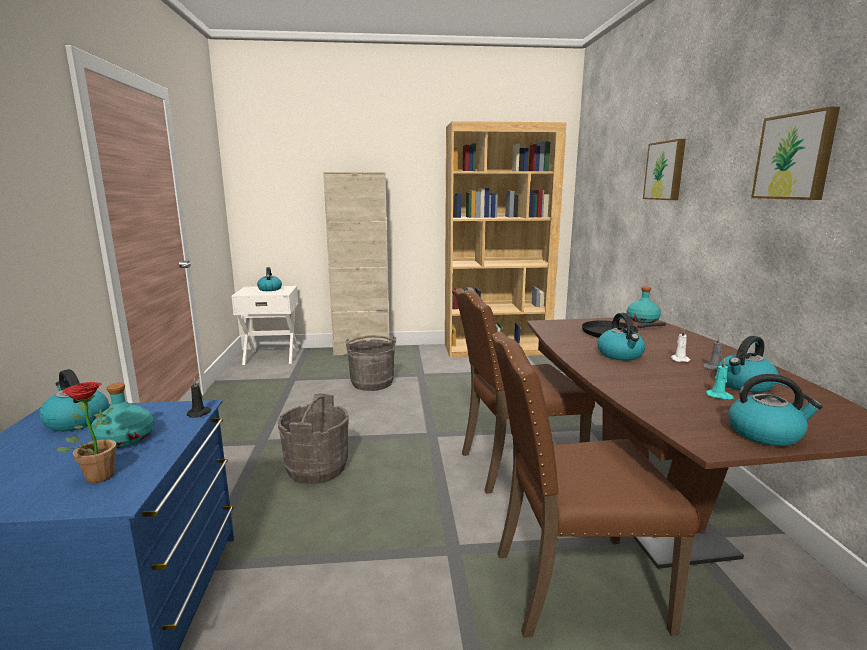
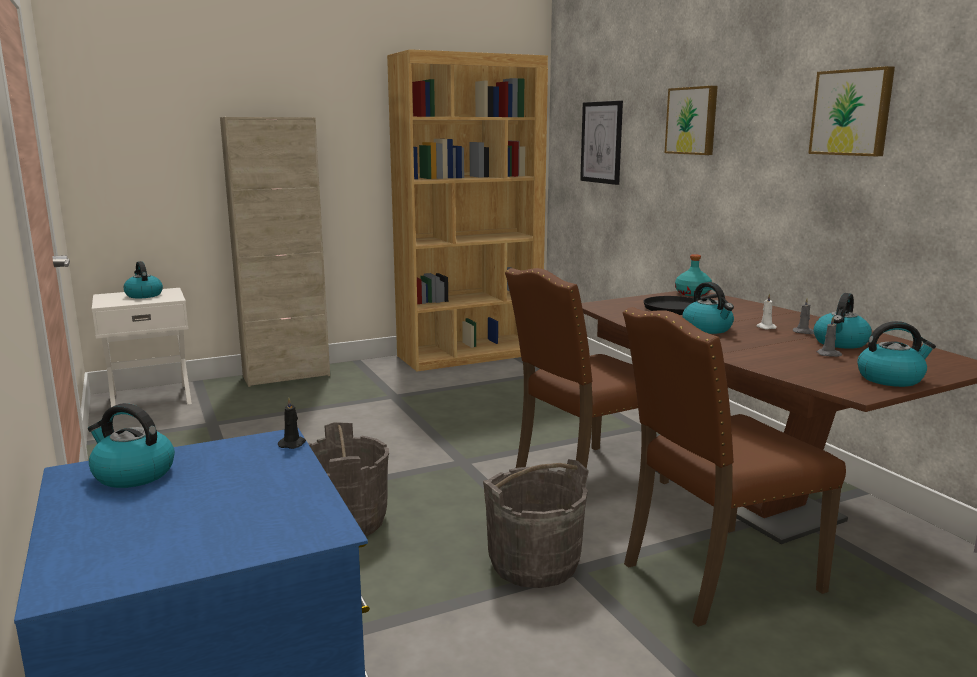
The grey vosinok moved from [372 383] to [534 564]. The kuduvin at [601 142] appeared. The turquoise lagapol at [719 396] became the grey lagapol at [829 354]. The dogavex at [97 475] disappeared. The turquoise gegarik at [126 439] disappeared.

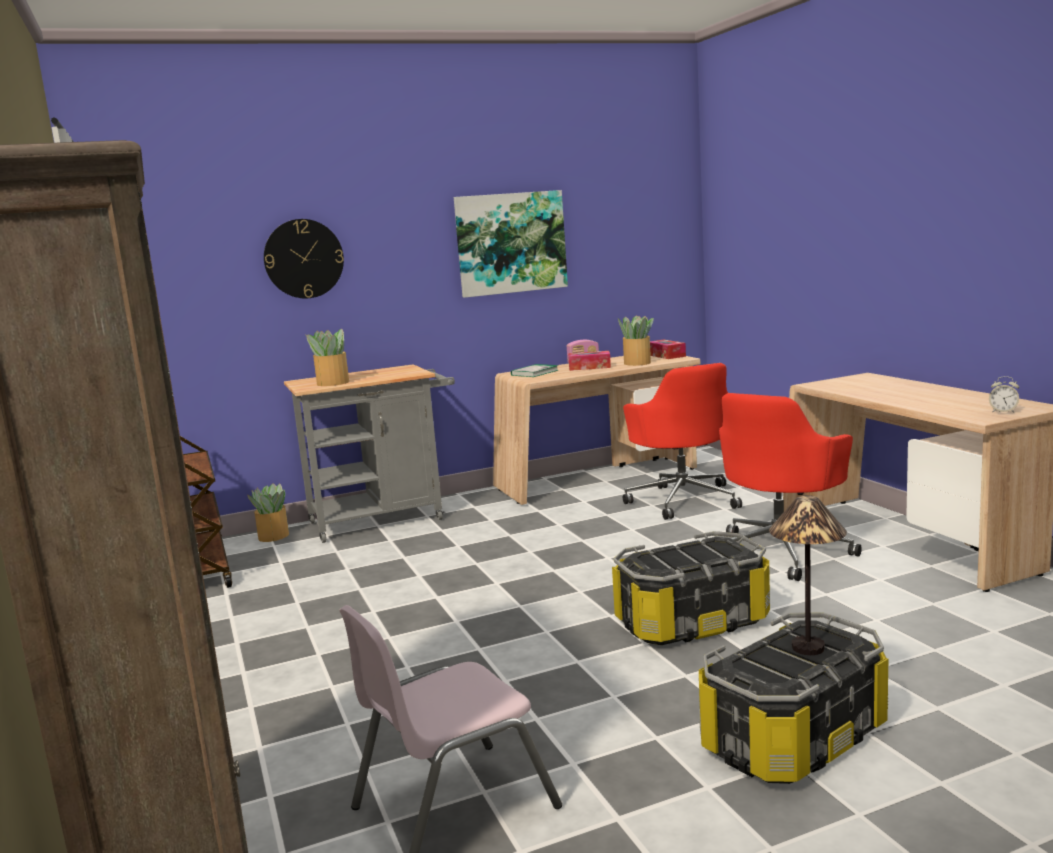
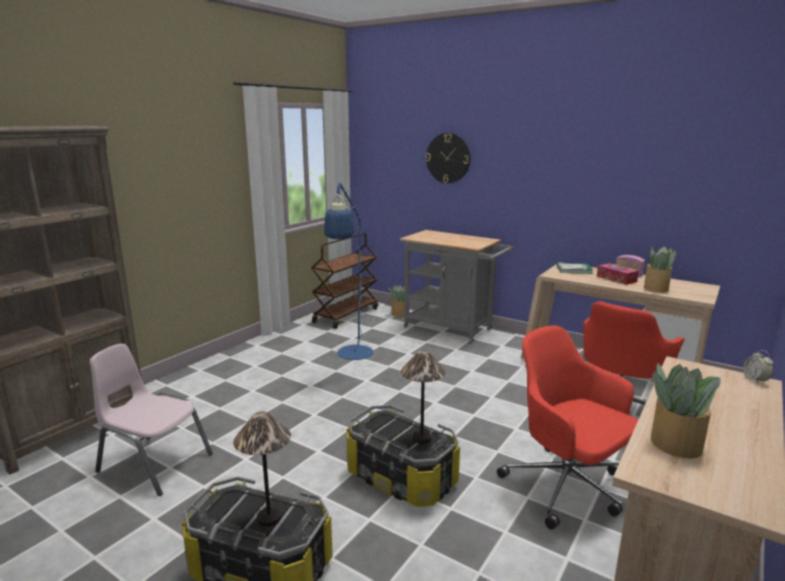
The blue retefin at [353 356] appeared. The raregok at [421 438] appeared. The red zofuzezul at [781 552] turned 45 degrees clockwise. The dogavex moved from [332 383] to [675 444]. The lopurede moved from [1003 411] to [755 380]. The kuduvin at [511 243] disappeared. The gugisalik at [666 355] disappeared.

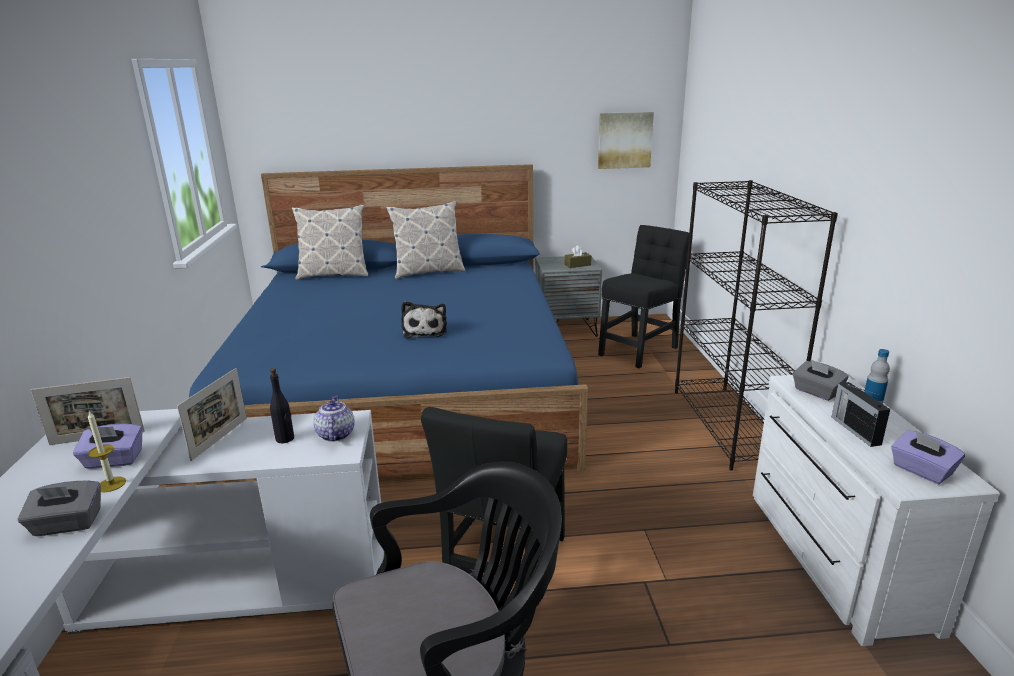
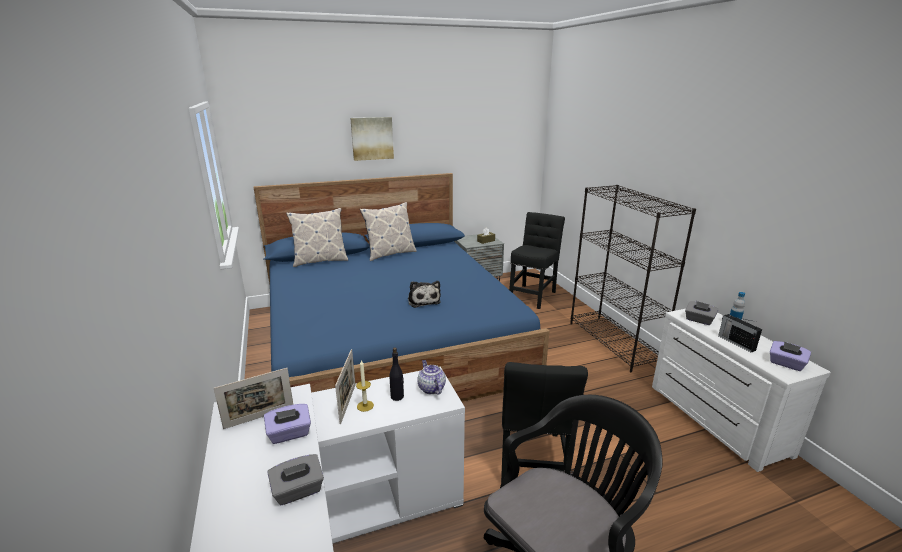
The kuduvin moved from [624 140] to [372 138]. The lagapol moved from [111 484] to [365 406].

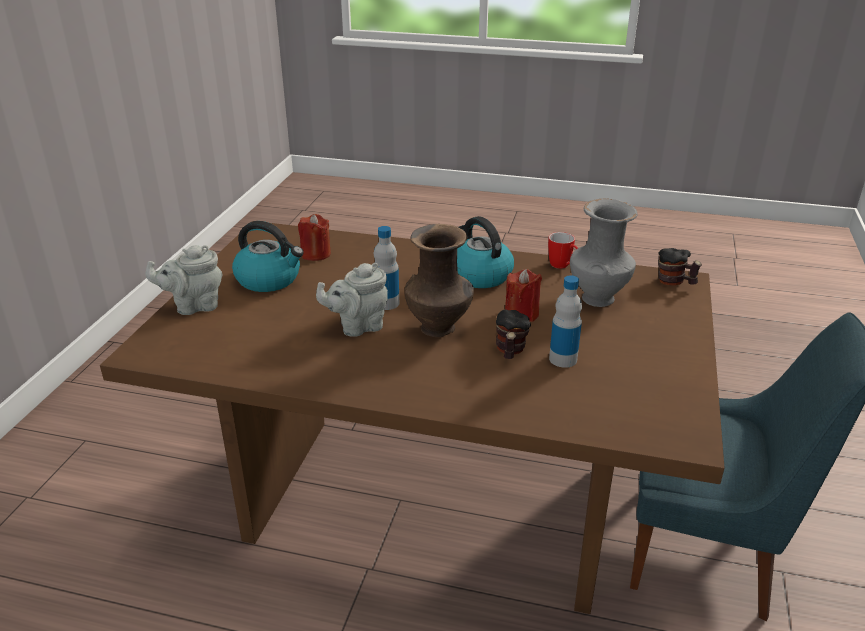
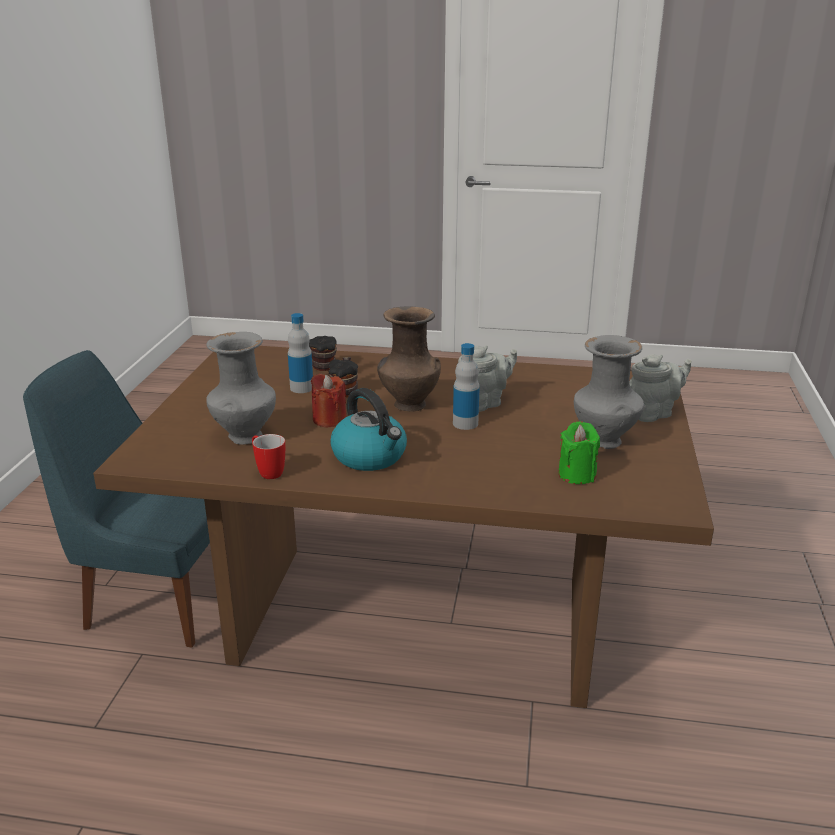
The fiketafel moved from [674 283] to [320 366]. The red lagapol at [315 254] became the green lagapol at [577 475]. The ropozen at [269 279] was replaced by the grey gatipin at [604 442].

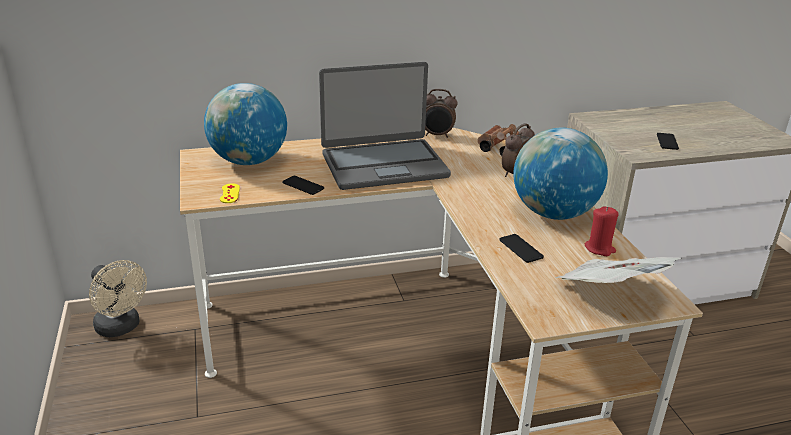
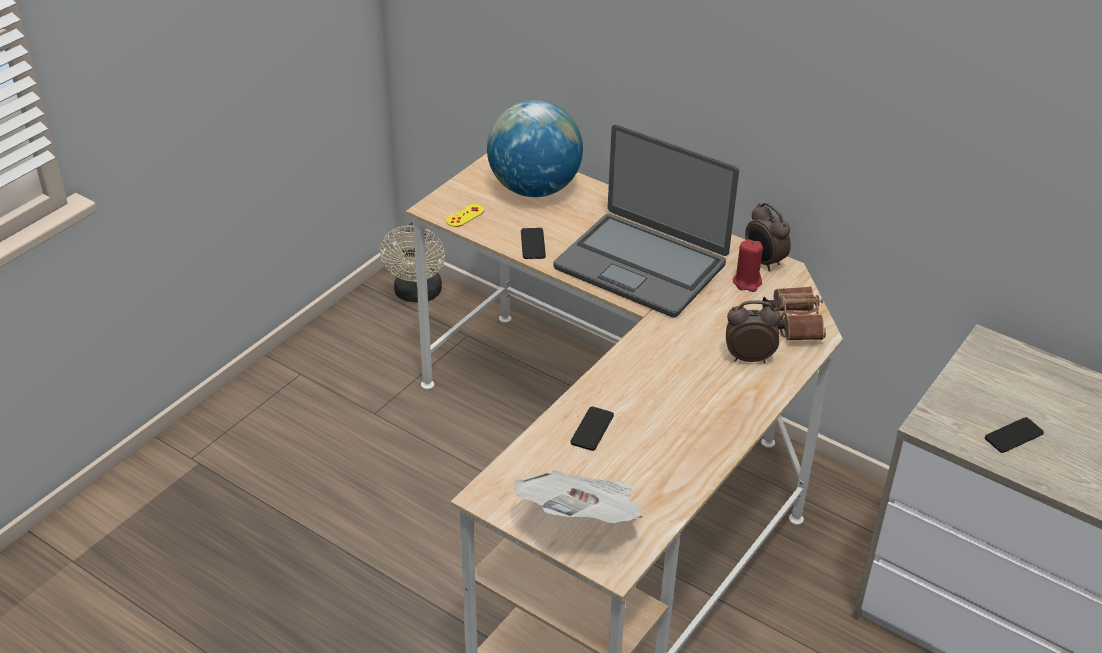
The red lagapol moved from [599 249] to [747 282]. The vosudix at [553 213] disappeared.

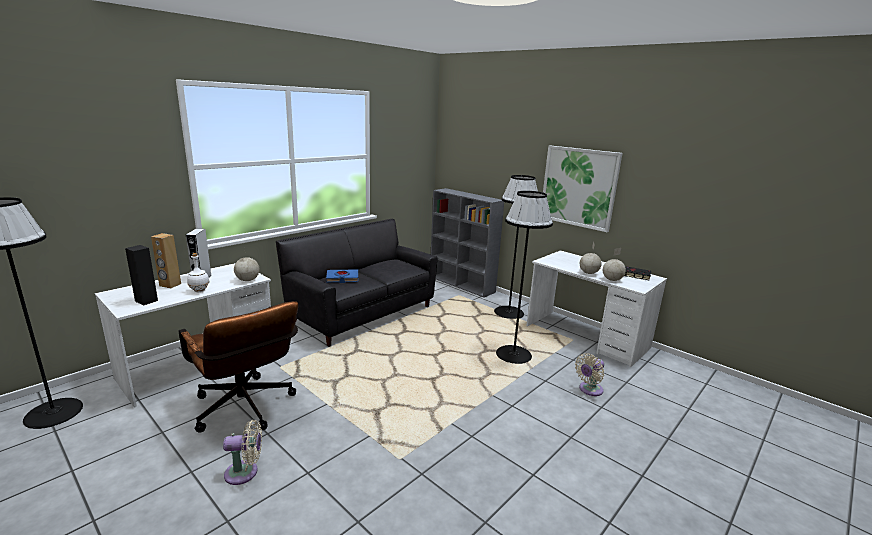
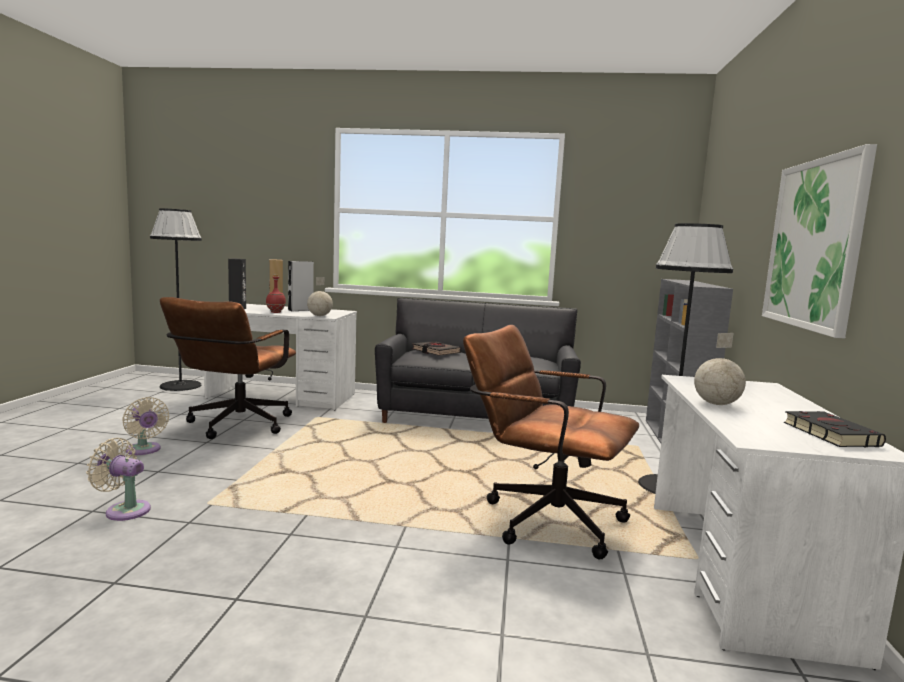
The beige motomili moved from [589 390] to [124 510]. The white gegarik at [200 291] became the red gegarik at [275 312]. The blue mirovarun at [342 278] became the black mirovarun at [436 351]. The black retefin at [513 355] was replaced by the brown zofuzezul at [542 517]. The vosudix at [612 280] disappeared.

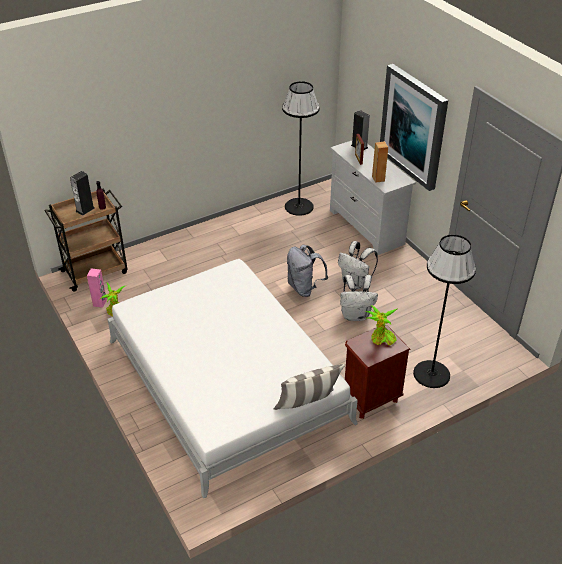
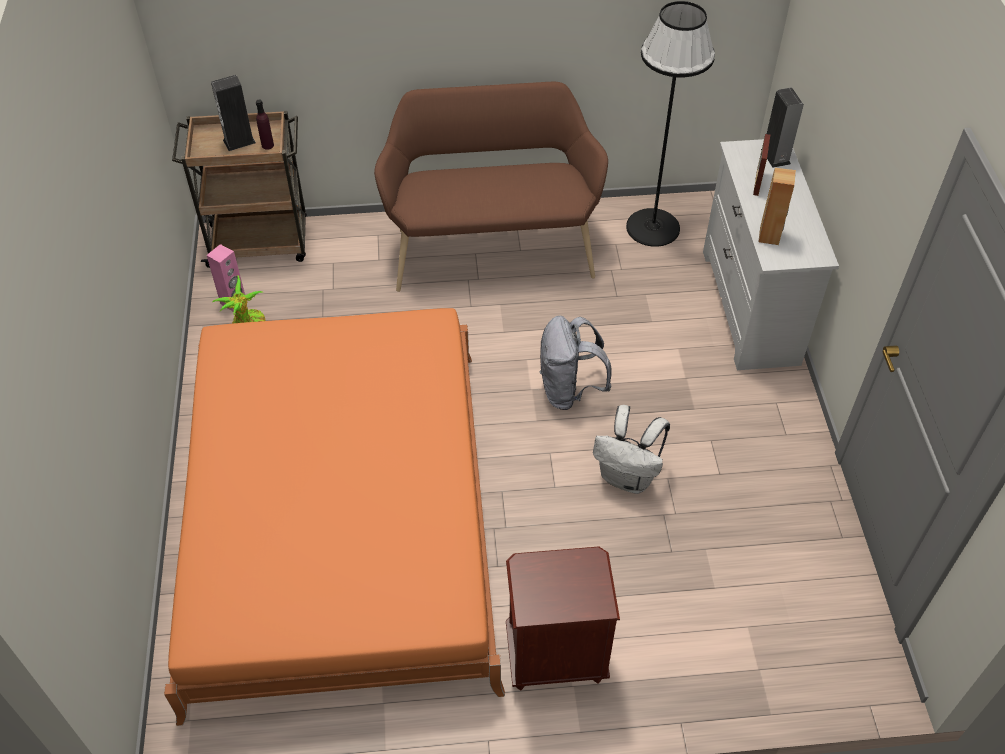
The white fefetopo at [227 380] became the orange fefetopo at [340 520]. The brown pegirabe at [491 248] appeared. The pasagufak at [307 407] disappeared. The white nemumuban at [356 282] disappeared. The dogavex at [381 339] disappeared. The kuduvin at [414 126] disappeared. The black retefin at [431 374] disappeared.

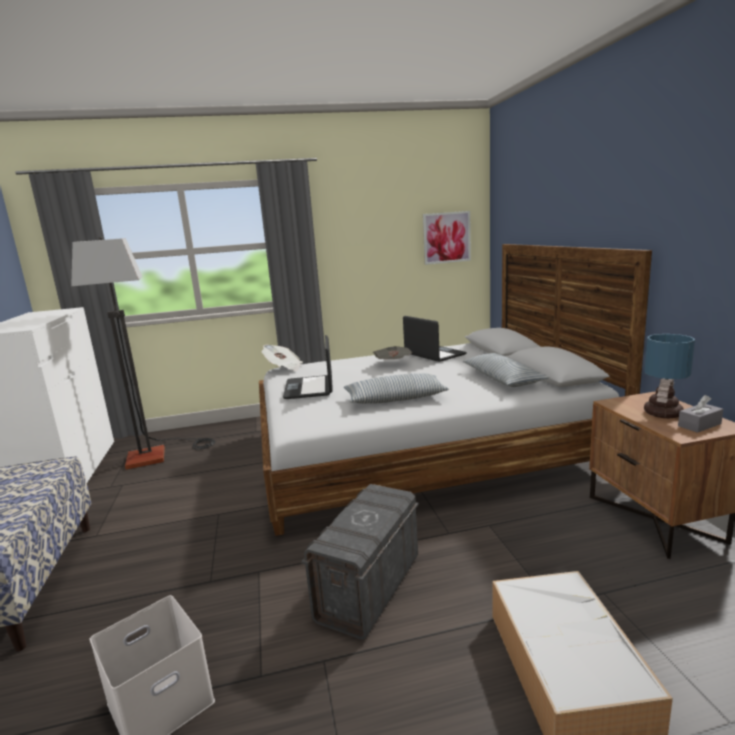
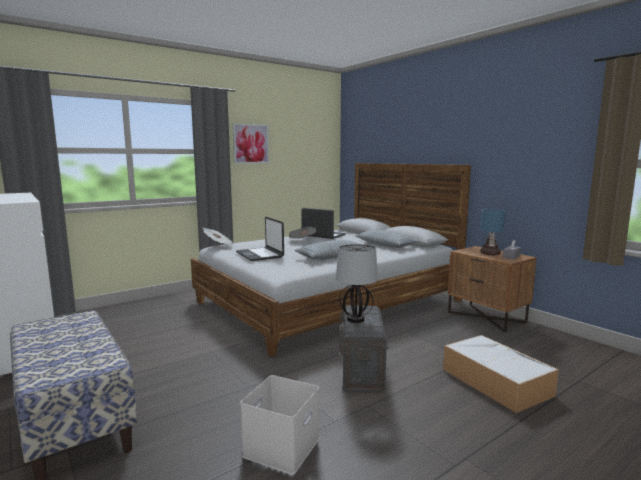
The kuduvin moved from [446 237] to [250 144]. The raregok at [356 319] appeared. The retefin at [159 454] disappeared.

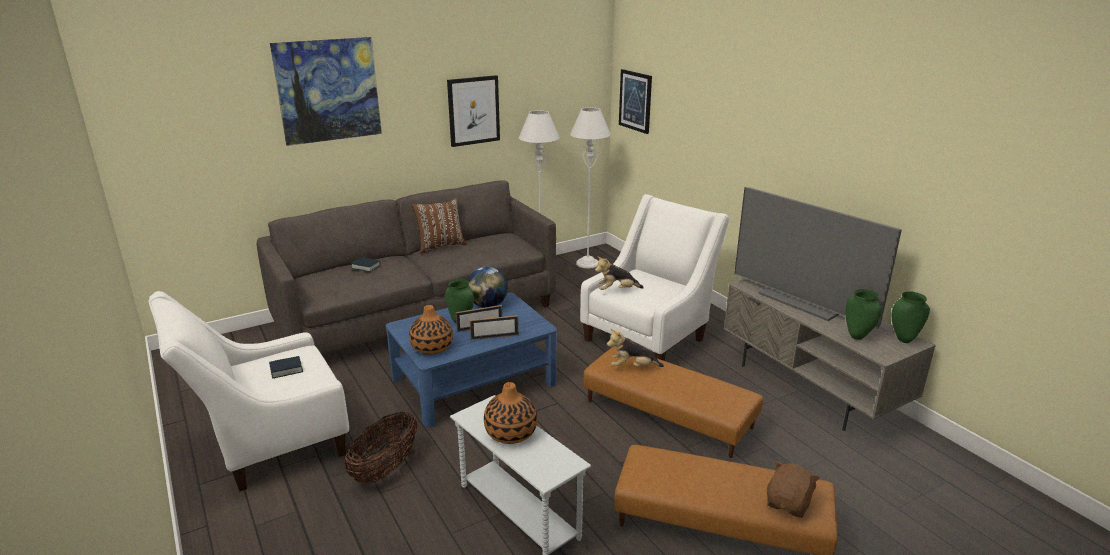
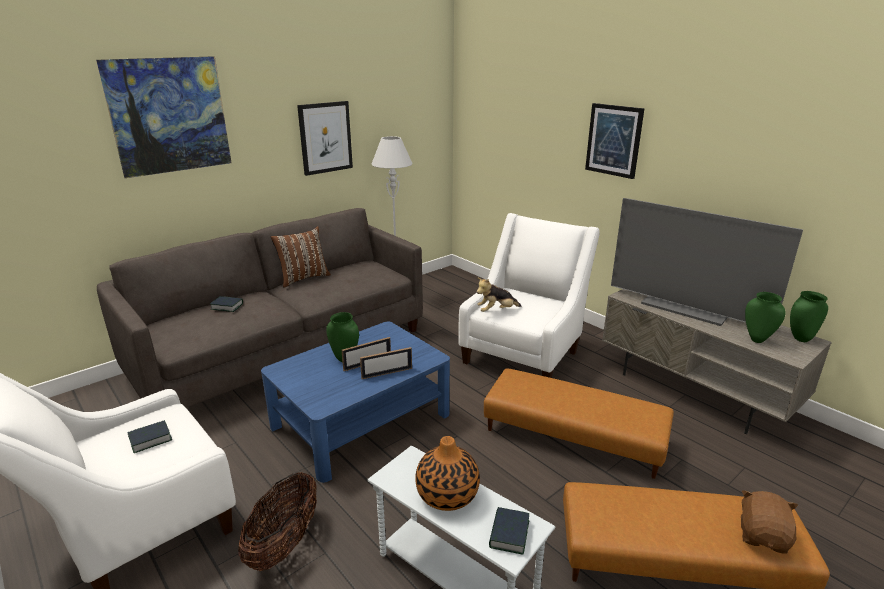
The mirovarun at [509 534] appeared. The kuduvin moved from [635 101] to [614 140]. The gatipin at [432 347] disappeared. The vosudix at [488 305] disappeared. The grey retefin at [587 263] disappeared. The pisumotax at [632 367] disappeared.

